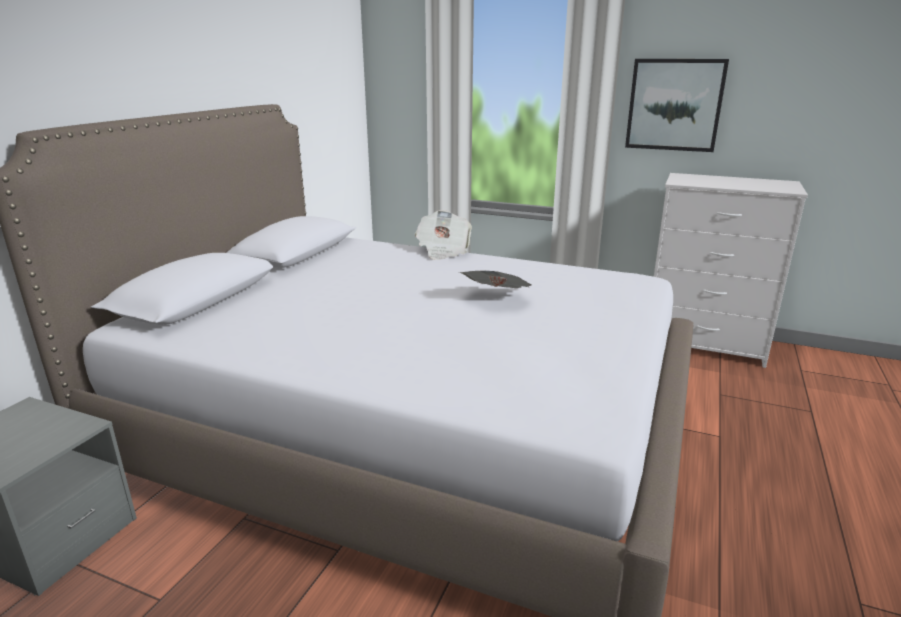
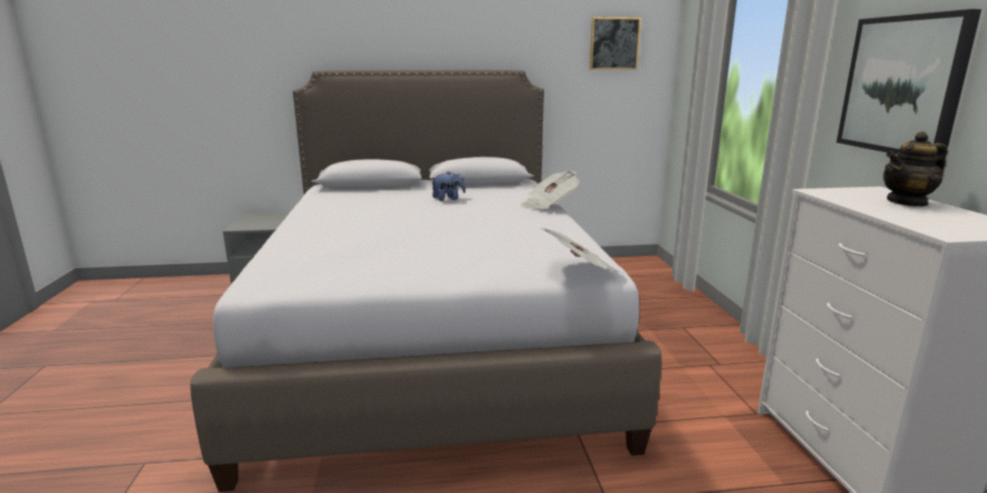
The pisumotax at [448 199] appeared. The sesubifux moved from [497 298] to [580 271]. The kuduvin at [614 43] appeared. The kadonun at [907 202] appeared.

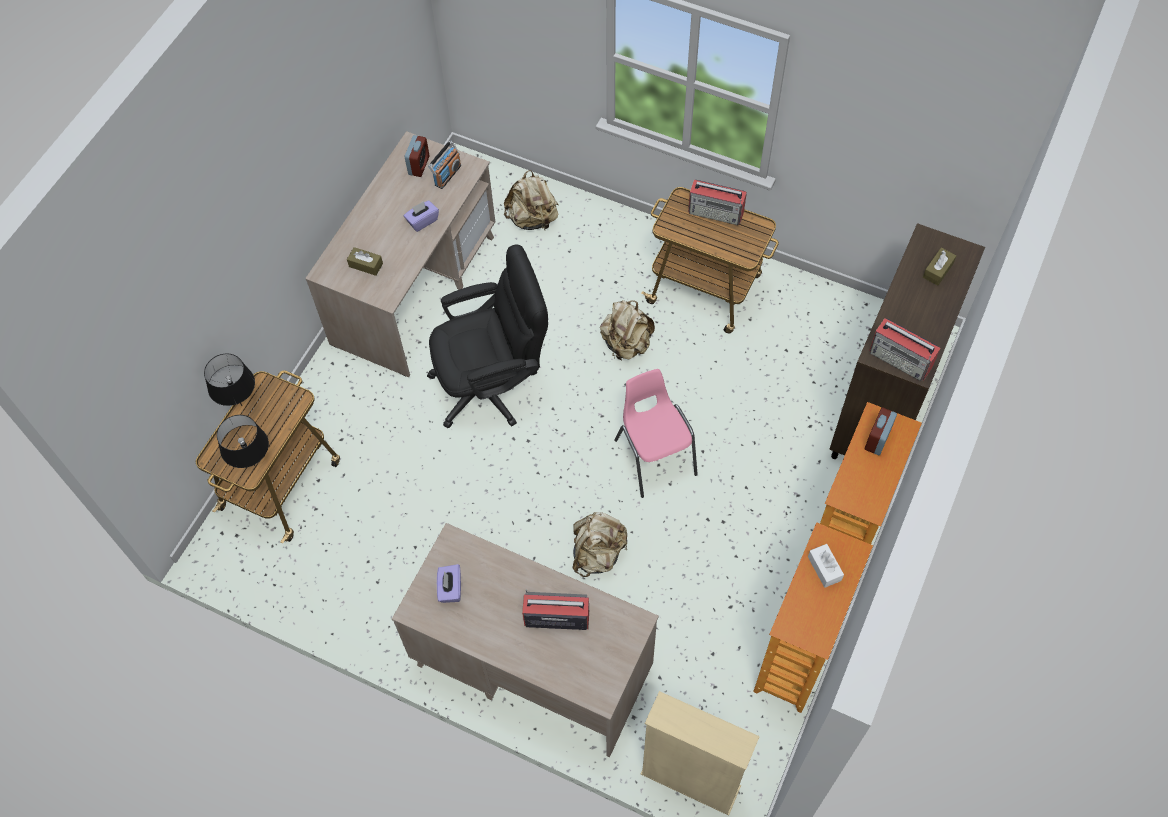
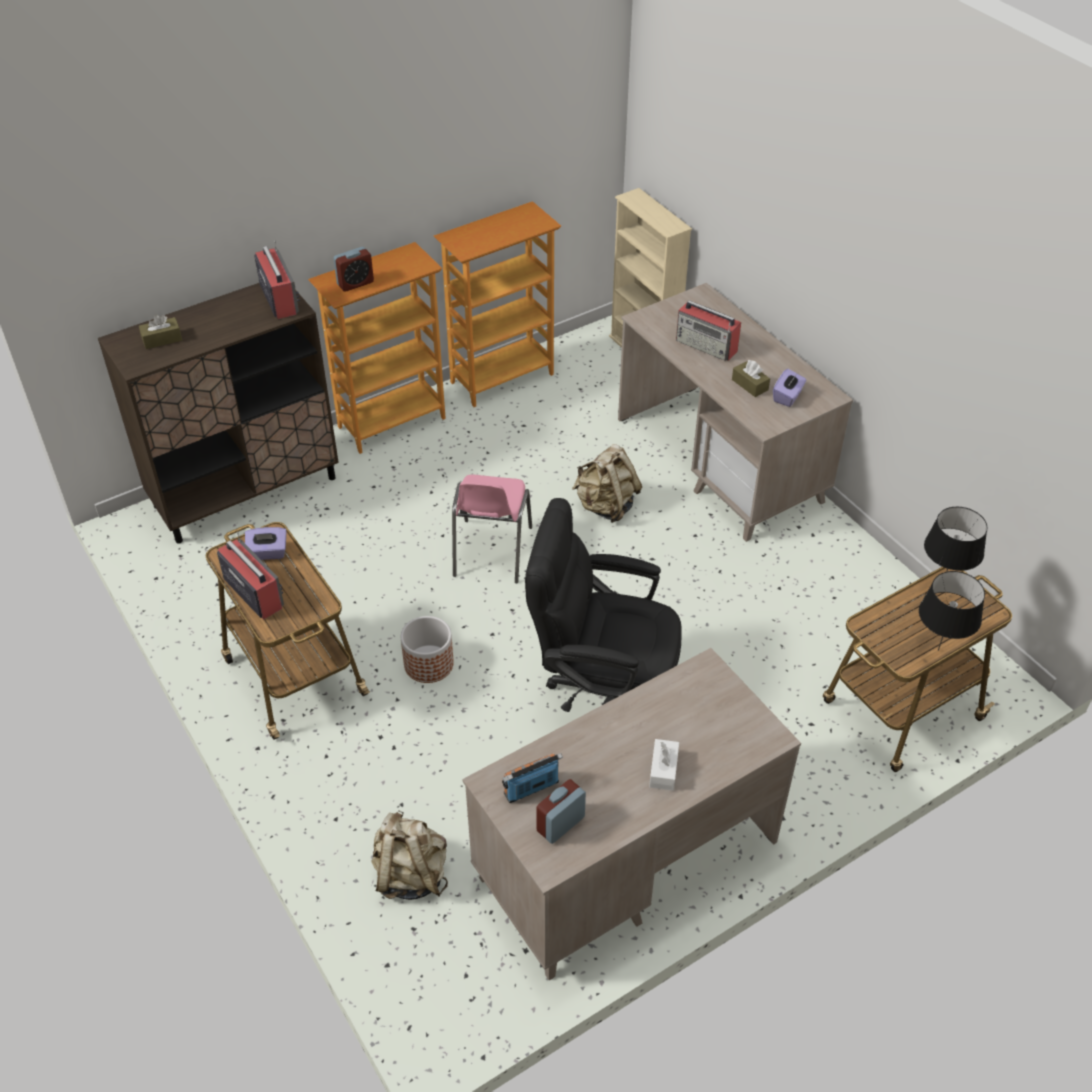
The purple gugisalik moved from [422 221] to [268 553]. The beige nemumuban at [626 344] was replaced by the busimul at [428 664]. The white gugisalik moved from [824 568] to [663 770]. The brown gugisalik moved from [366 265] to [750 385].

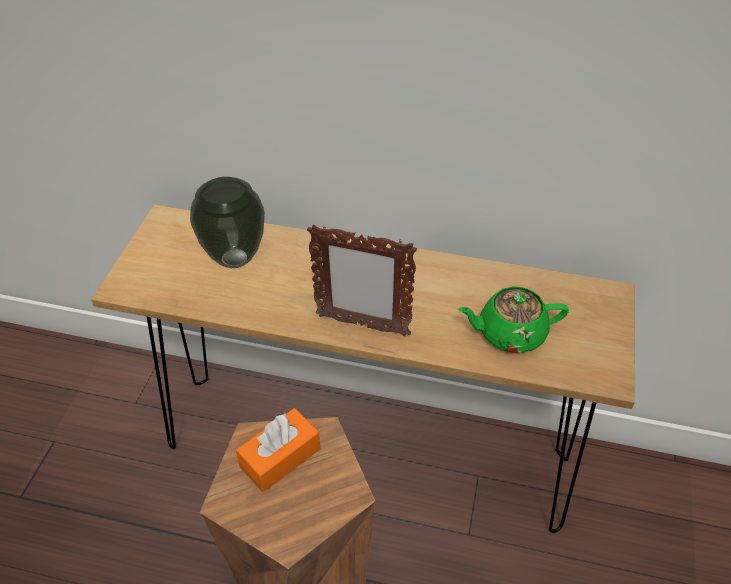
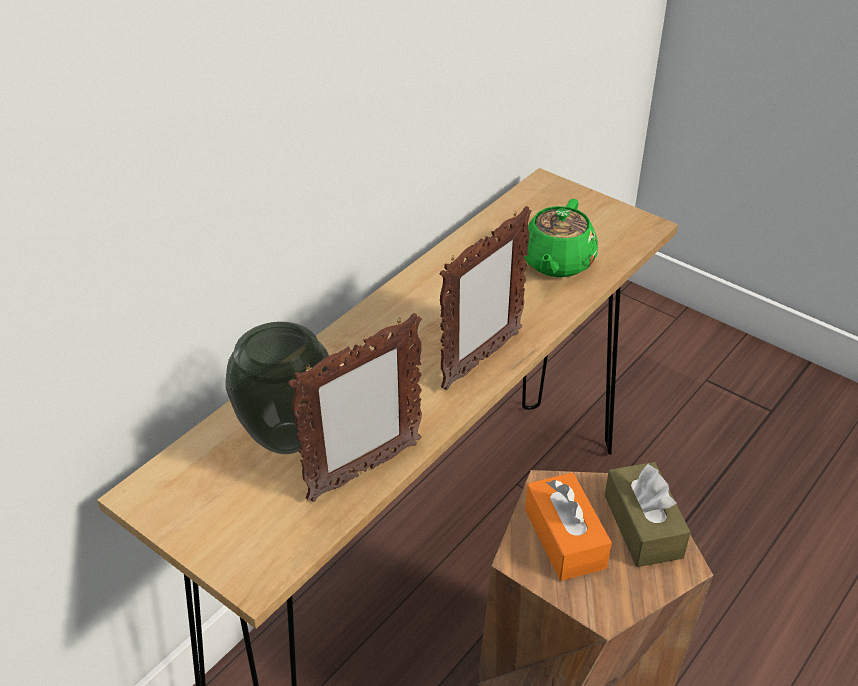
The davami at [363 471] appeared. The brown gugisalik at [643 526] appeared.

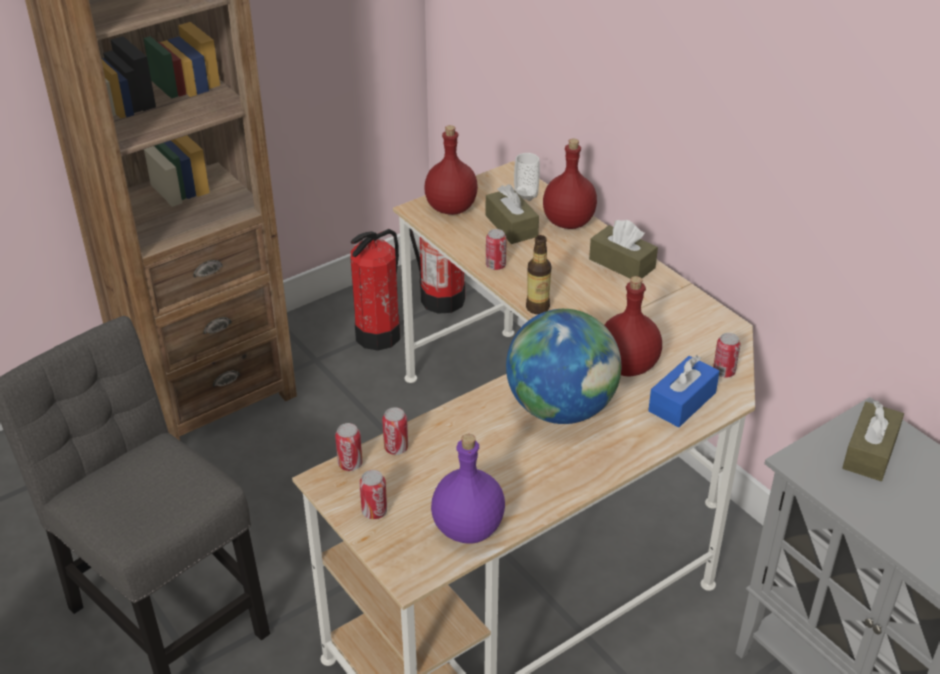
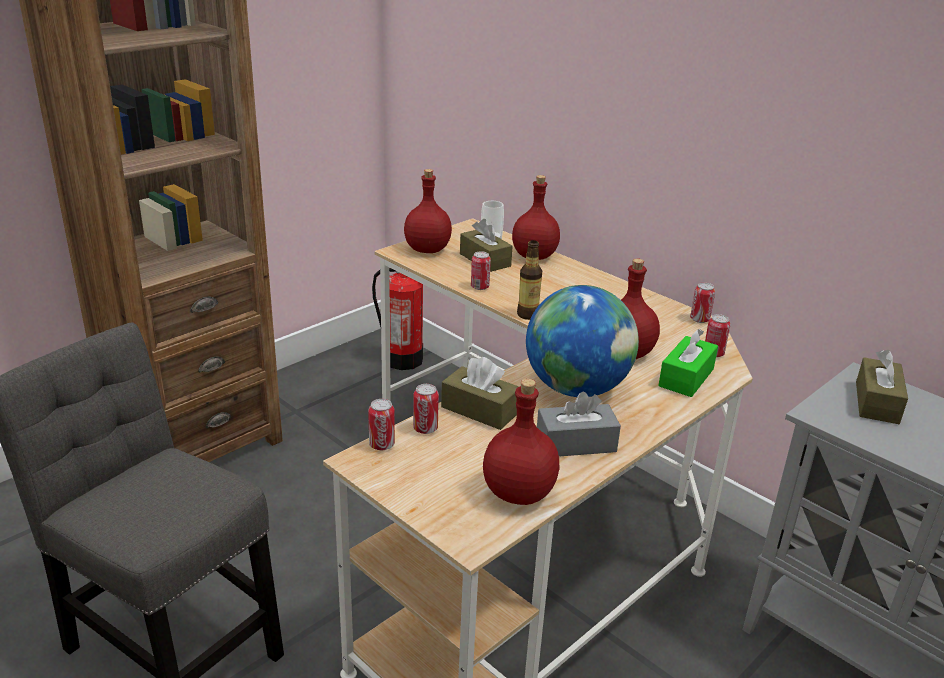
The brown gugisalik moved from [622 263] to [480 410]. The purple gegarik at [469 529] became the red gegarik at [520 493]. The grey gugisalik at [576 443] appeared. The blue gugisalik at [682 402] became the green gugisalik at [686 377]. The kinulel moved from [374 512] to [699 319]. The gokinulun at [379 335] disappeared.

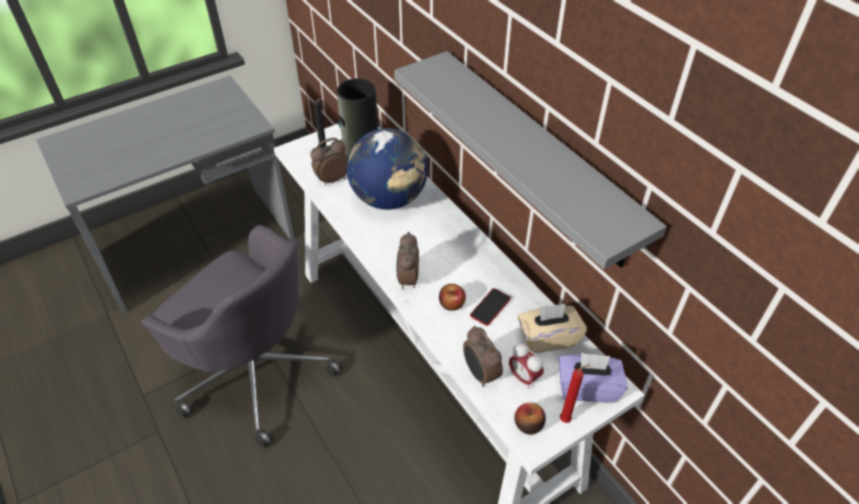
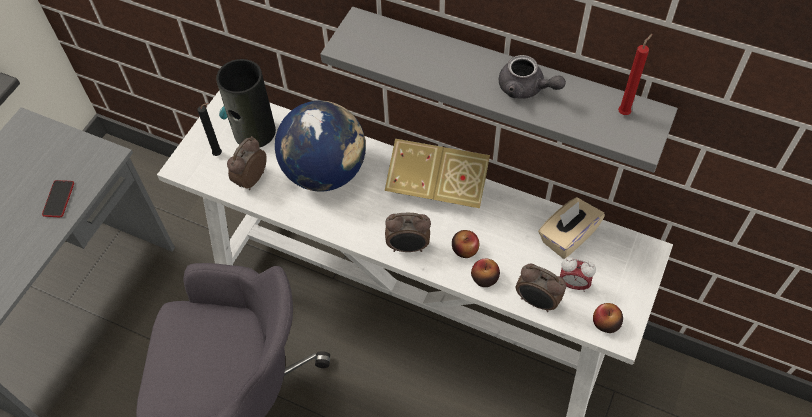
The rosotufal moved from [490 307] to [58 199]. The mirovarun at [437 186] appeared. The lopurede at [407 279] turned 60 degrees counterclockwise. The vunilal at [484 278] appeared. The grey kadonun at [526 89] appeared. The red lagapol moved from [566 419] to [625 112]. The purple gugisalik at [587 387] disappeared.

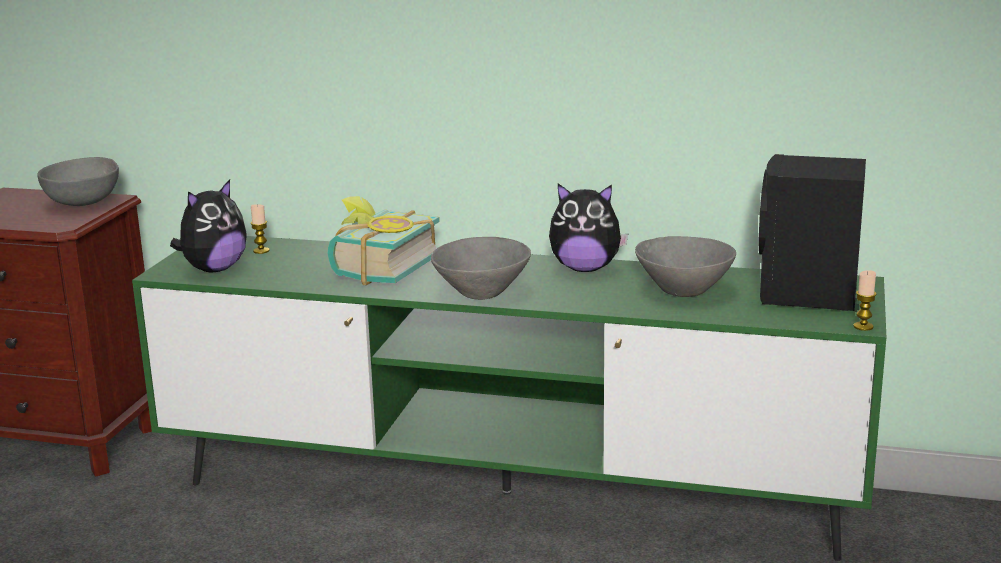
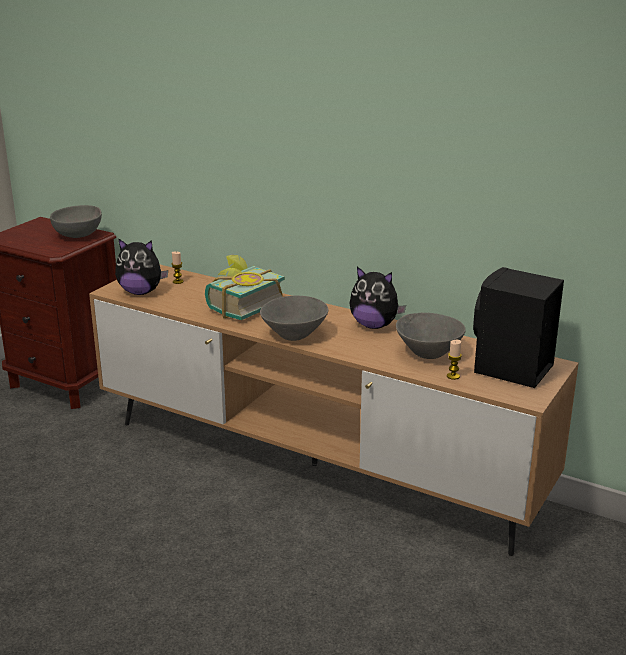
The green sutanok at [506 493] became the brown sutanok at [314 465]. The pisumotax at [214 269] turned 45 degrees clockwise. The lagapol moved from [863 326] to [453 376].

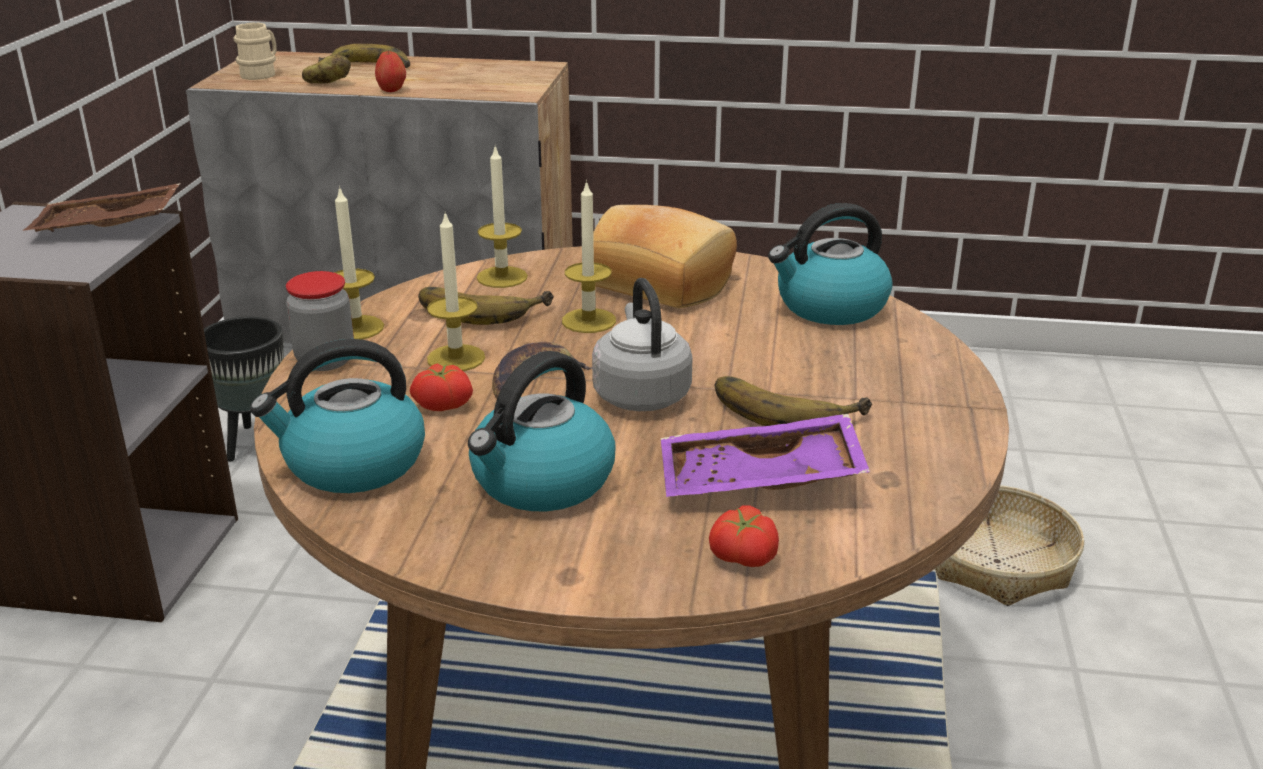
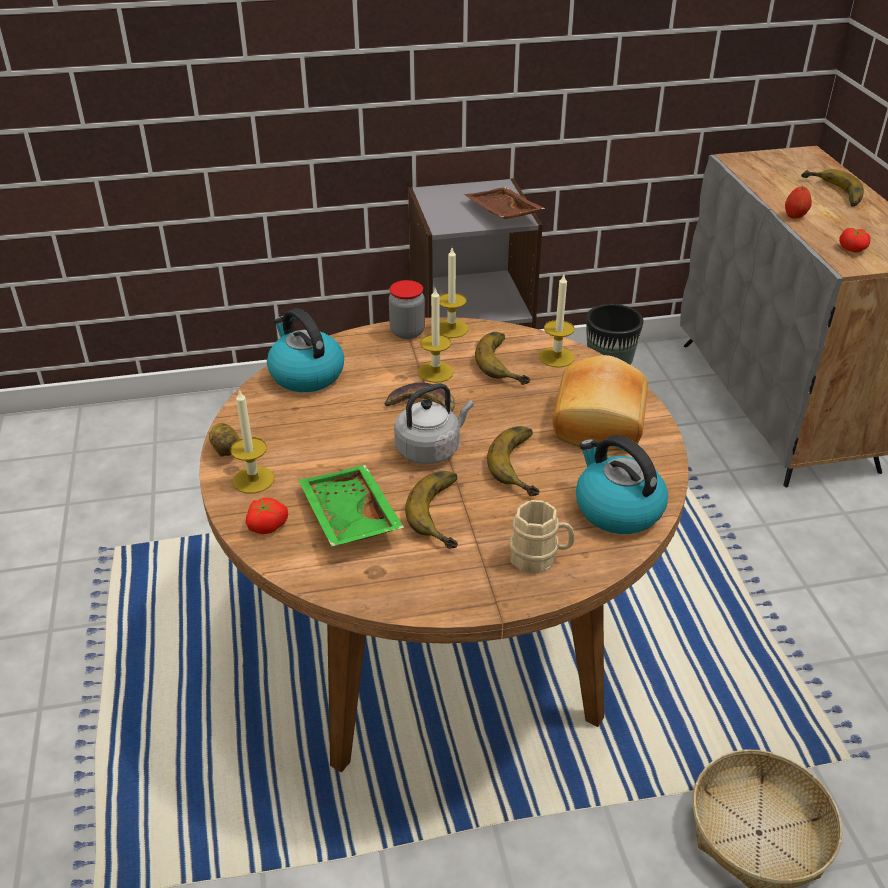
The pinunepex moved from [328 83] to [227 449]. The lagapol moved from [589 321] to [253 480]. The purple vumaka at [759 482] became the green vumaka at [347 517]. The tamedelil at [525 464] appeared. The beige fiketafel moved from [261 73] to [540 558]. The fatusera moved from [443 403] to [853 249]. The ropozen at [541 482] disappeared.

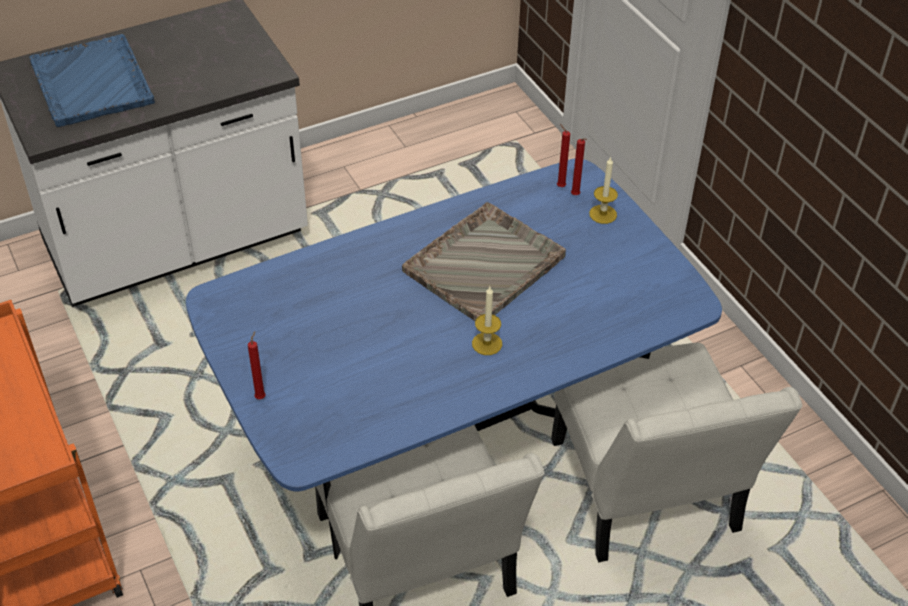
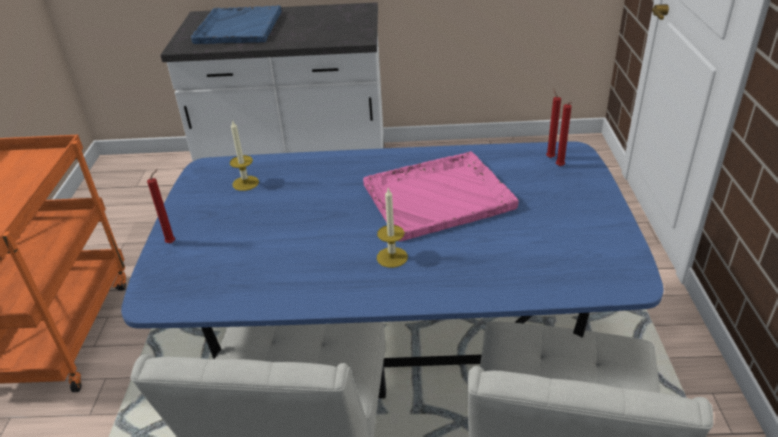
The lagapol moved from [603 214] to [245 183]. The grey vumaka at [485 264] became the pink vumaka at [439 196].

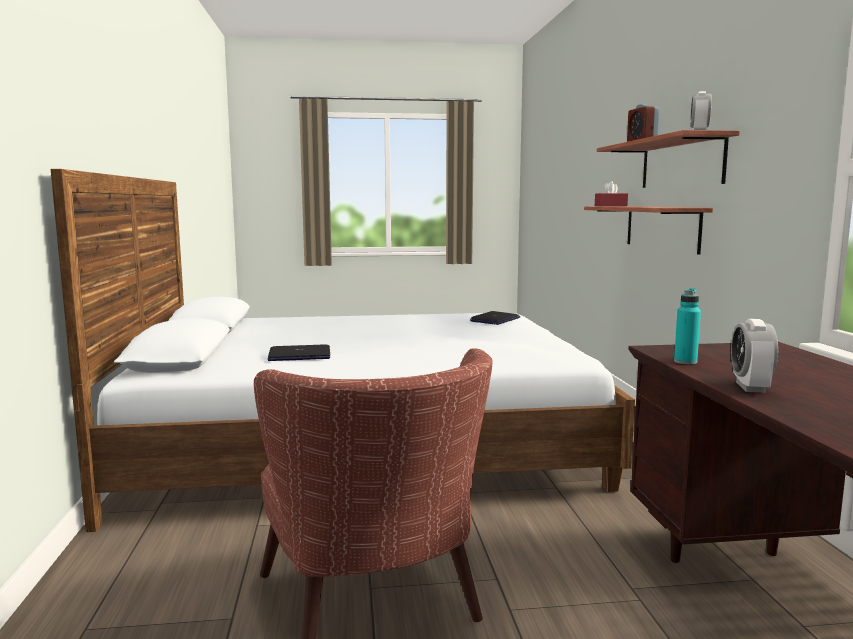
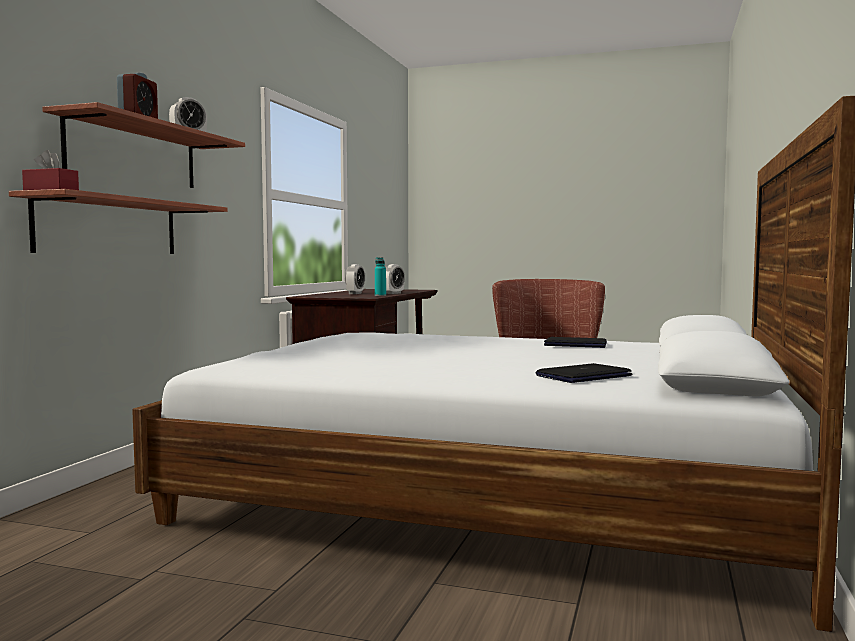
The lopurede at [355 293] appeared. The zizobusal moved from [495 319] to [583 376].

